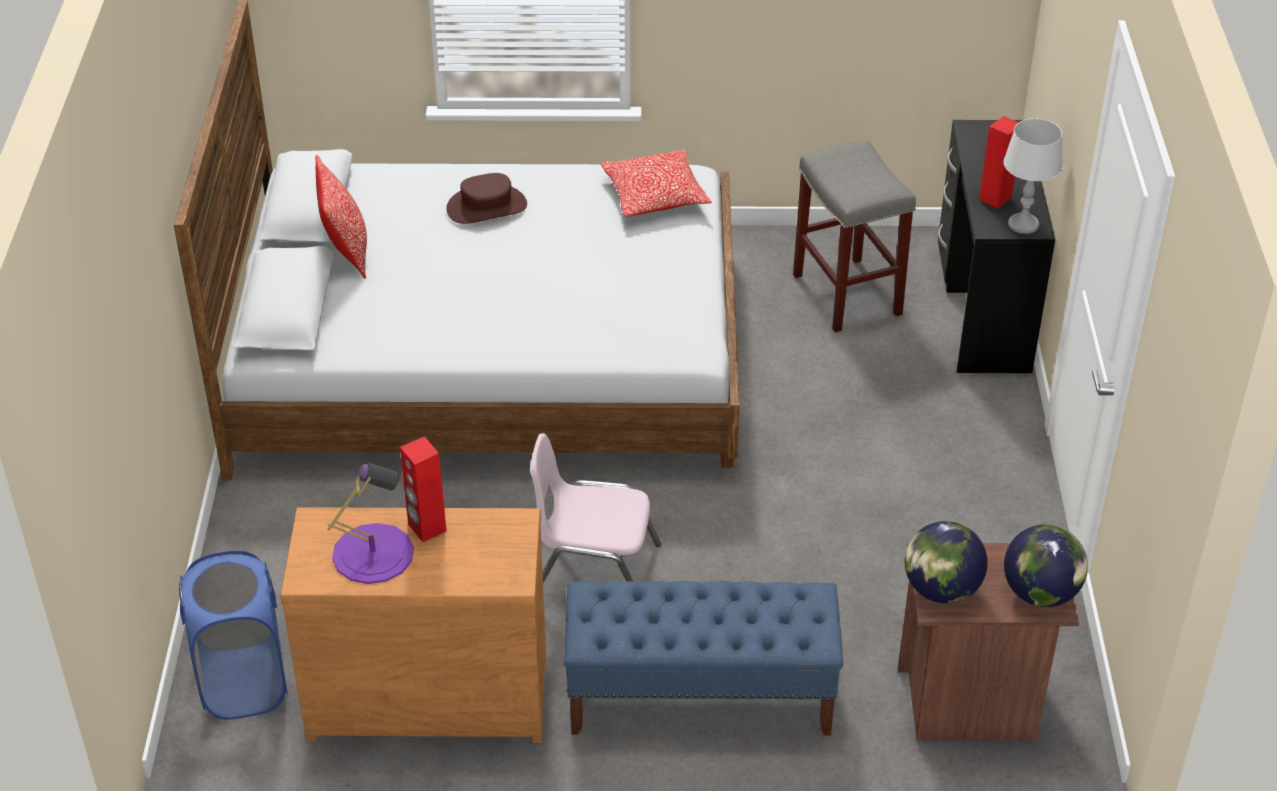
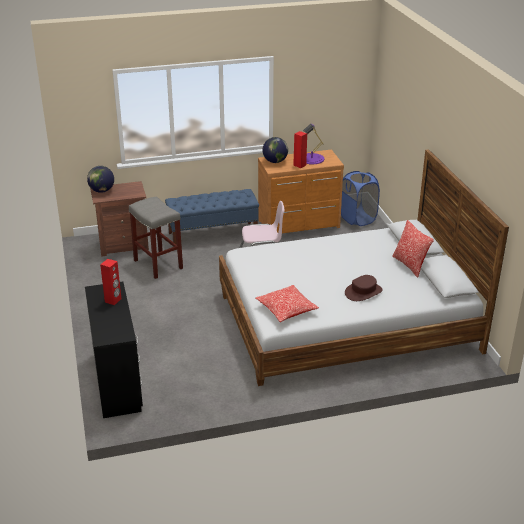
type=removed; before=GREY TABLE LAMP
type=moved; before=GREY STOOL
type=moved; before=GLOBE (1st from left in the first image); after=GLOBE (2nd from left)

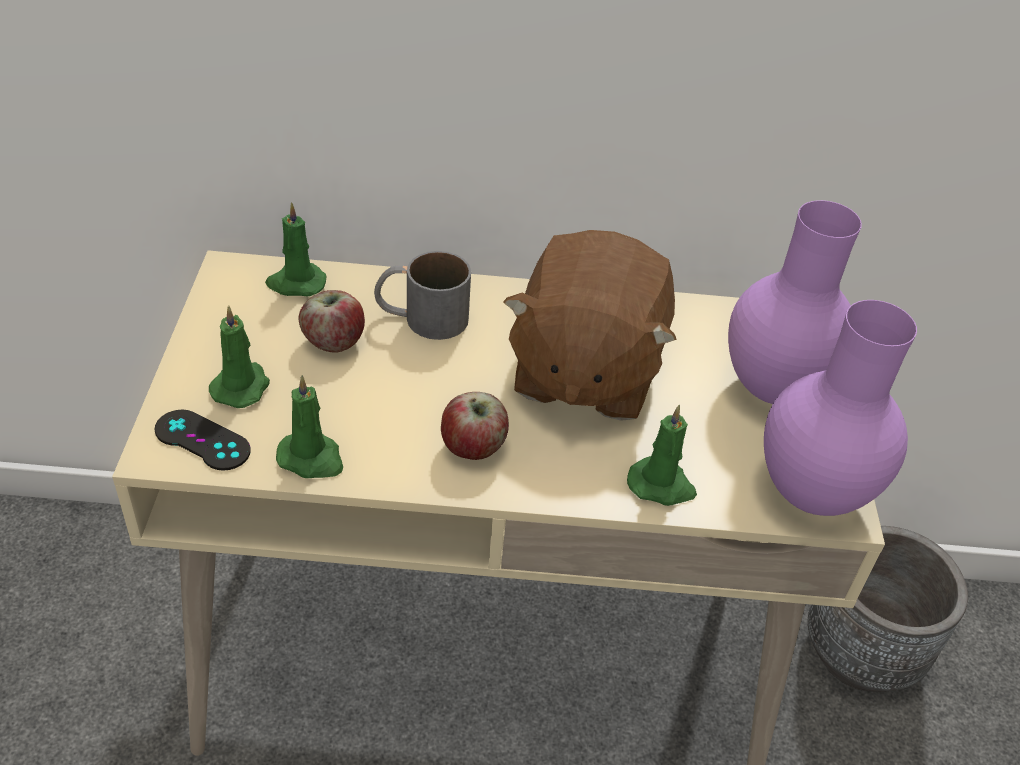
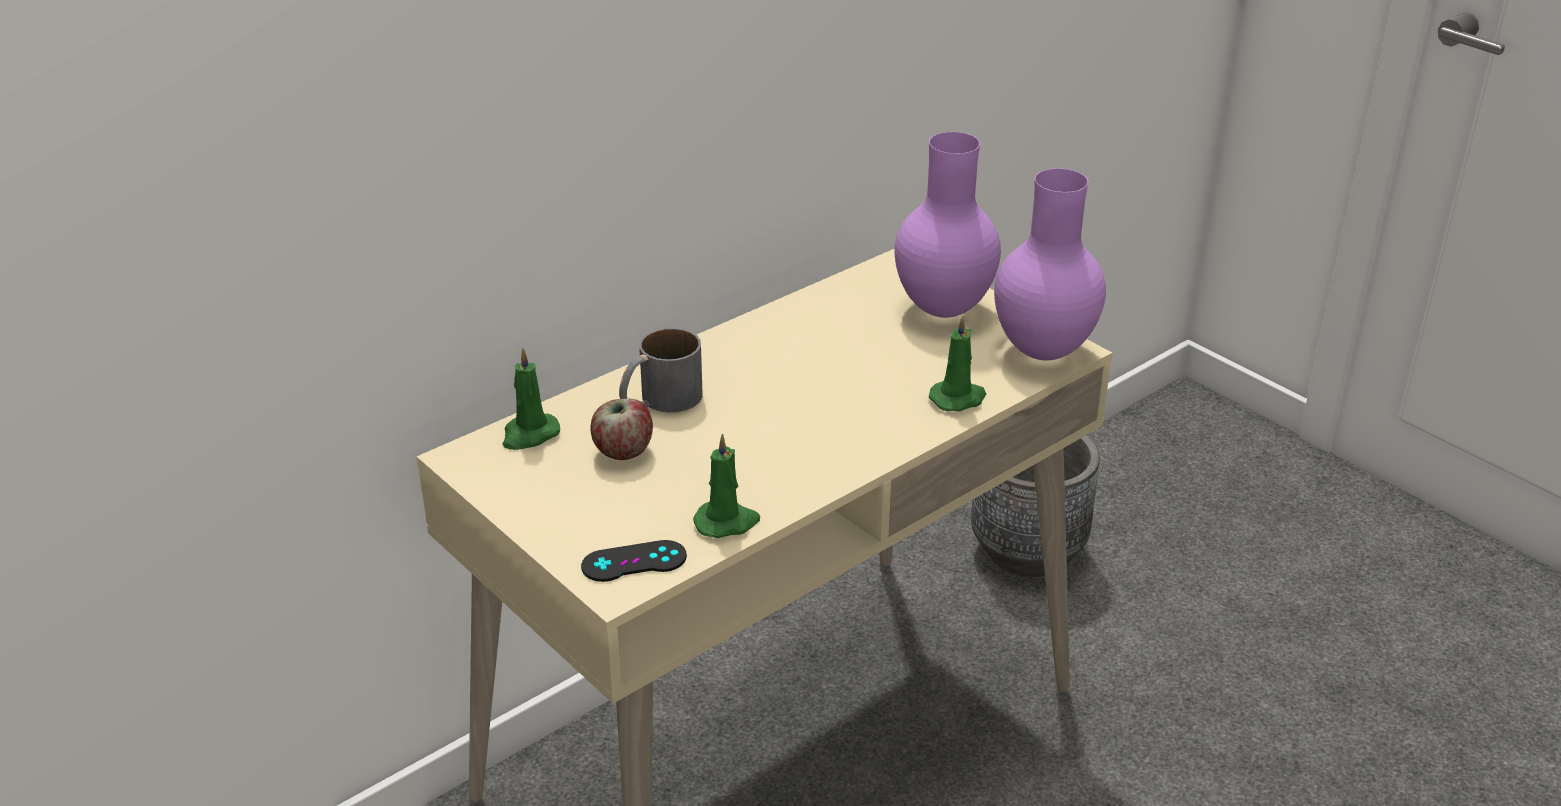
type=removed; before=GREEN CANDLE (1st from left)
type=removed; before=APPLE (2nd from left)
type=removed; before=BROWN PLUSH TOY

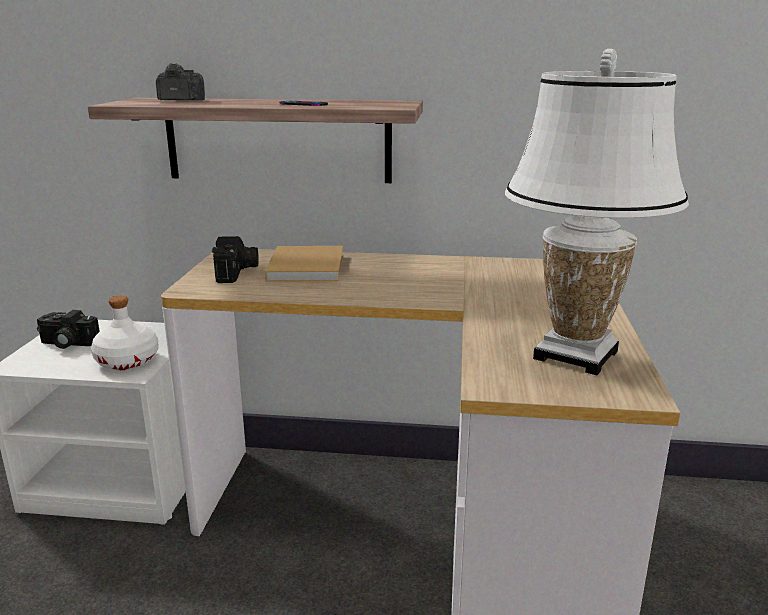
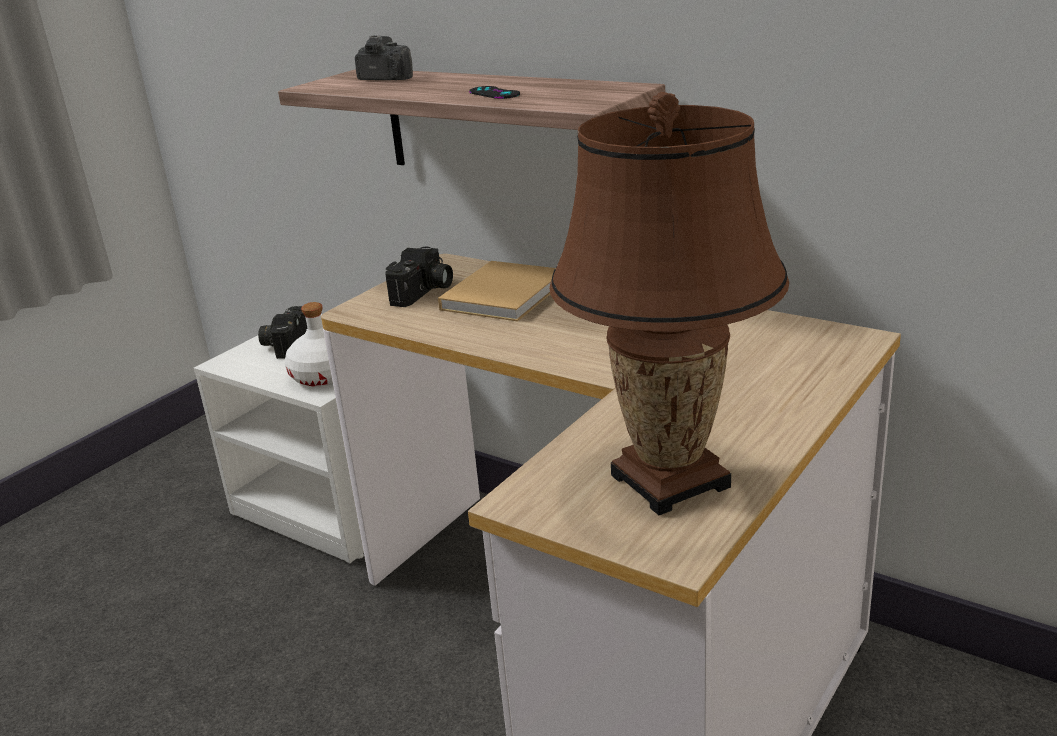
type=recoloured; before=WHITE TABLE LAMP; after=BROWN TABLE LAMP
type=turned; before=PHOTO CAMERA (1st from left); turn=60

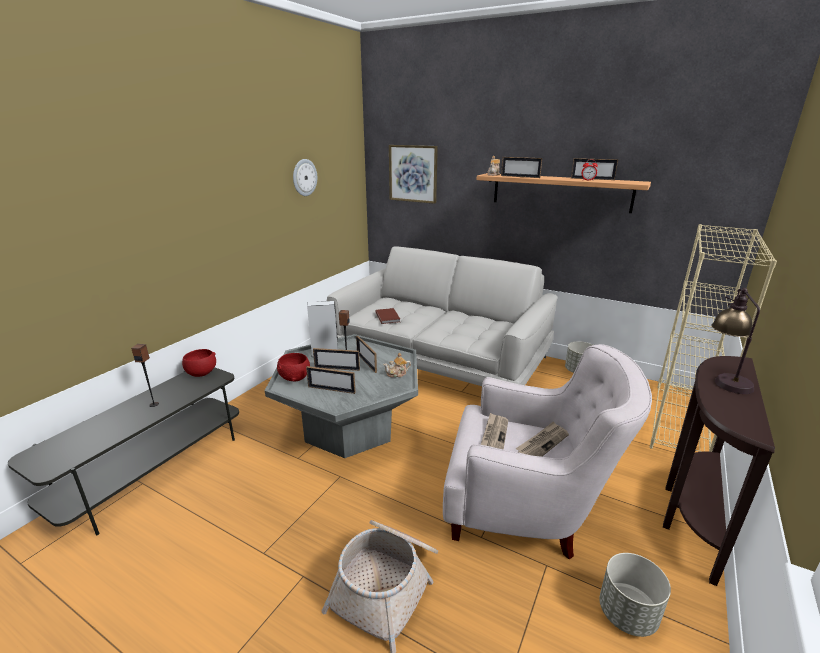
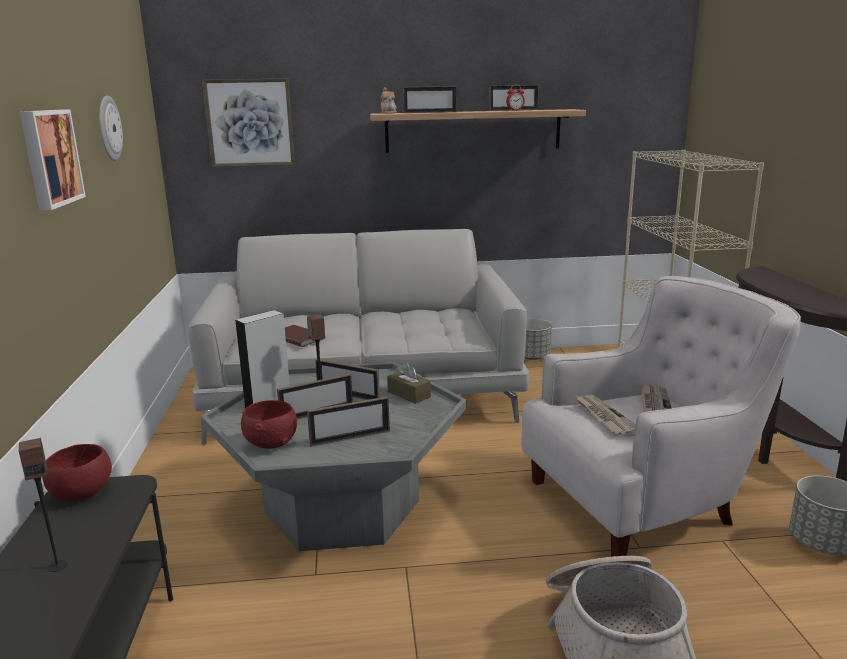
type=removed; before=TABLE LAMP
type=added; after=PICTURE (1st from left)
type=replaced; before=TEAPOT (1st from left); after=BROWN TISSUE BOX

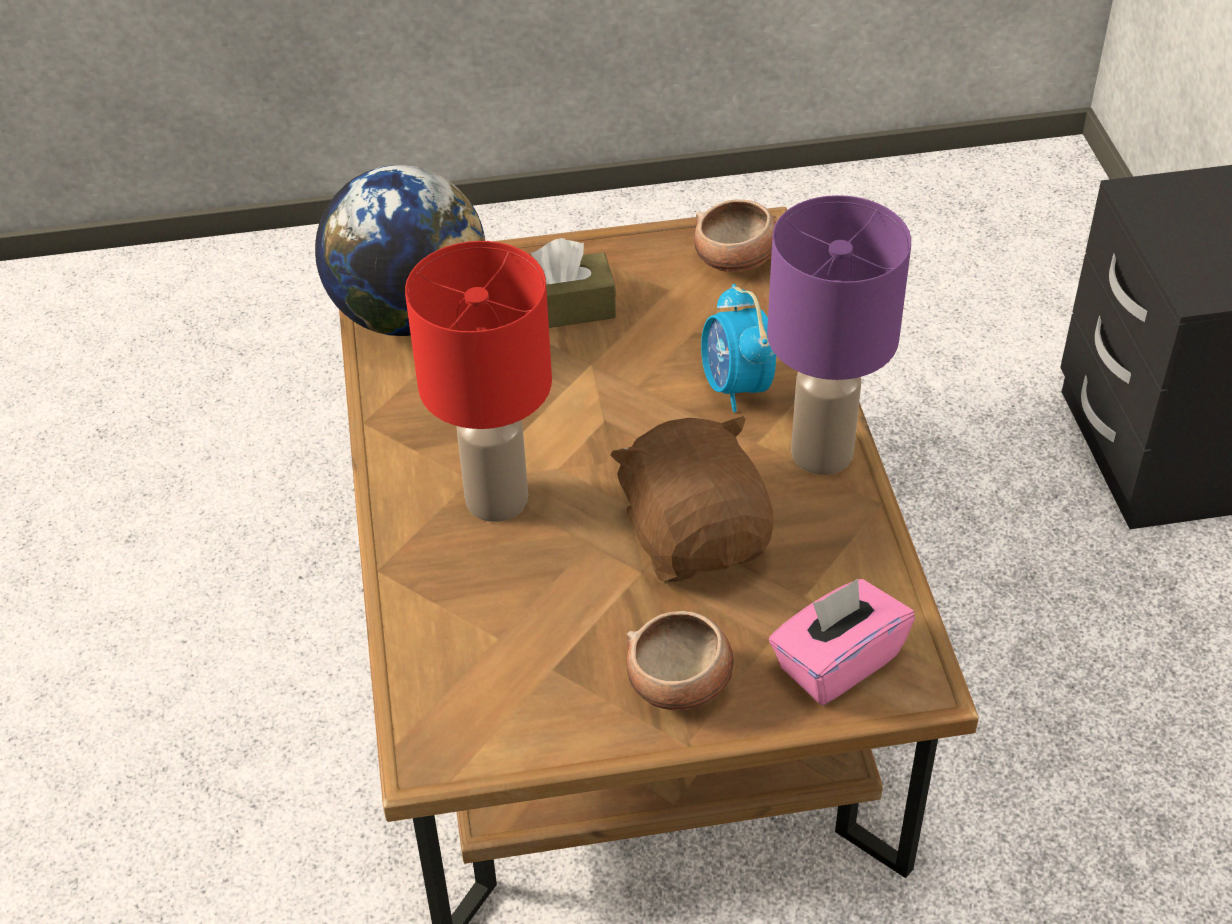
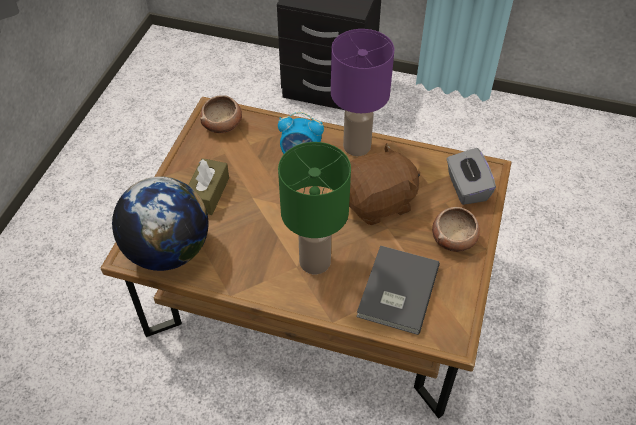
type=added; after=GREY BOOK
type=recoloured; before=RED TABLE LAMP; after=GREEN TABLE LAMP
type=recoloured; before=PINK TISSUE BOX; after=GREY TISSUE BOX
type=turned; before=BROWN PLUSH TOY; turn=150

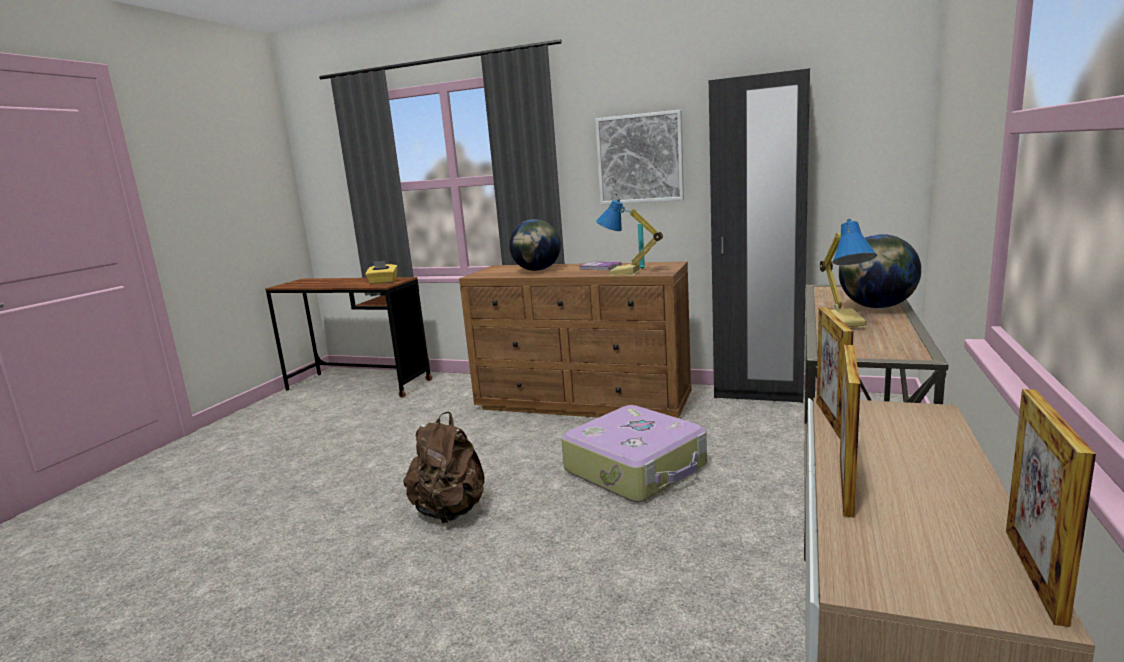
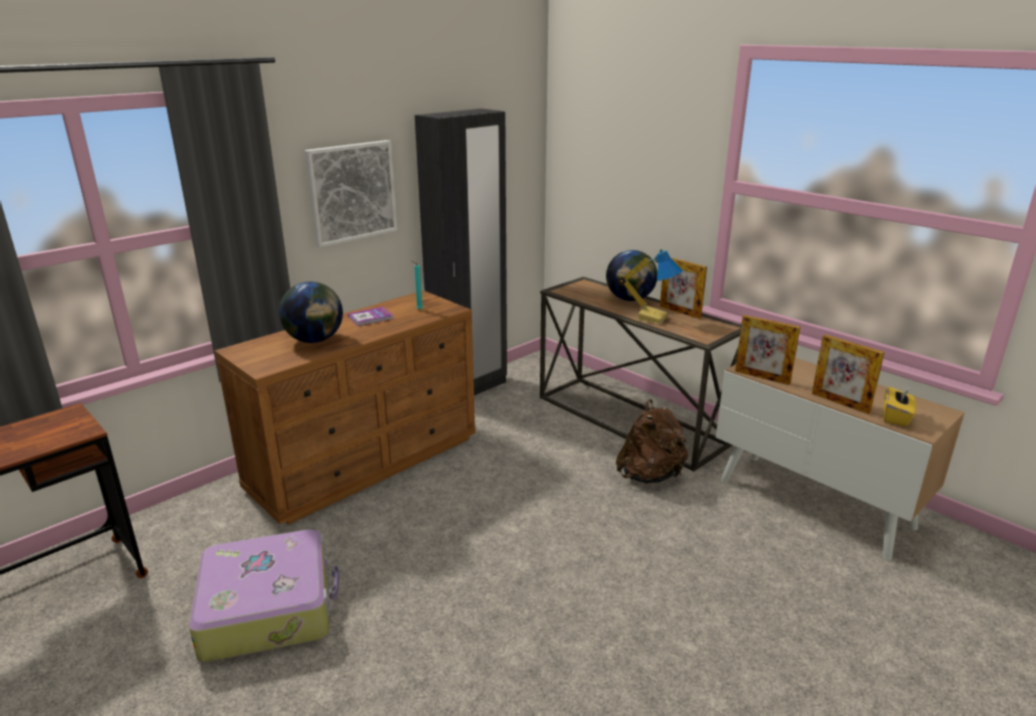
type=removed; before=TABLE LAMP (1st from left)
type=moved; before=YELLOW TISSUE BOX
type=moved; before=BROWN BACKPACK
type=moved; before=SUITCASE
type=moved; before=PICTURE FRAME (3rd from left in the first image); after=PICTURE FRAME (1st from left)

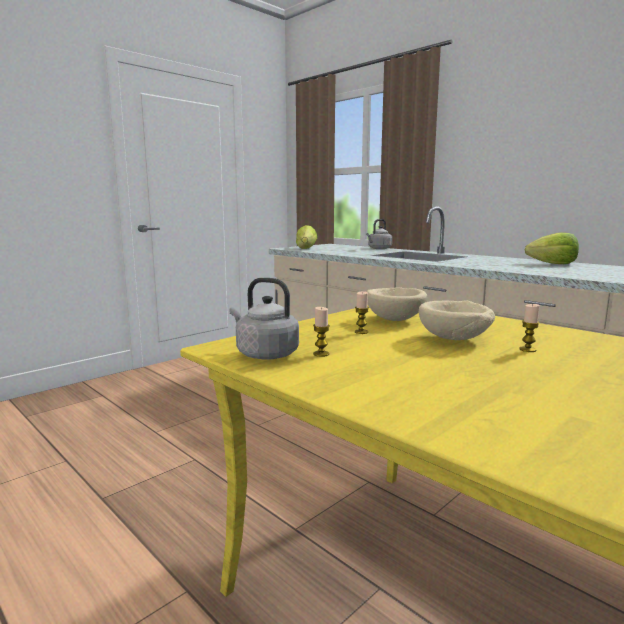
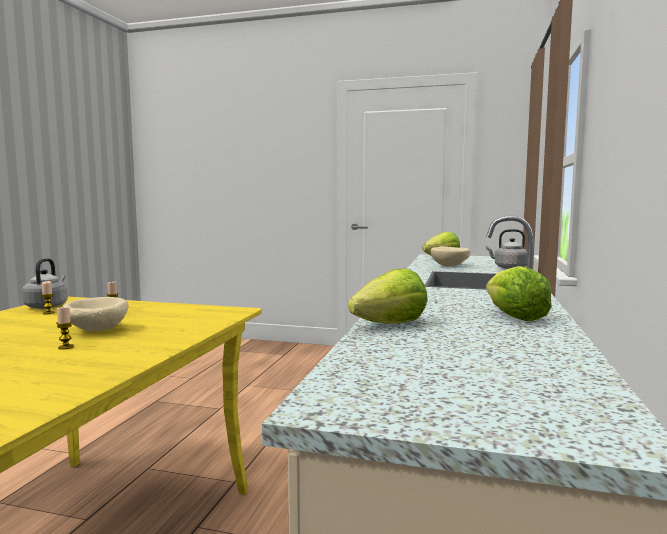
type=added; after=LETTUCE (1st from left)
type=moved; before=BEIGE BOWL (1st from left in the first image); after=BEIGE BOWL (2nd from left)

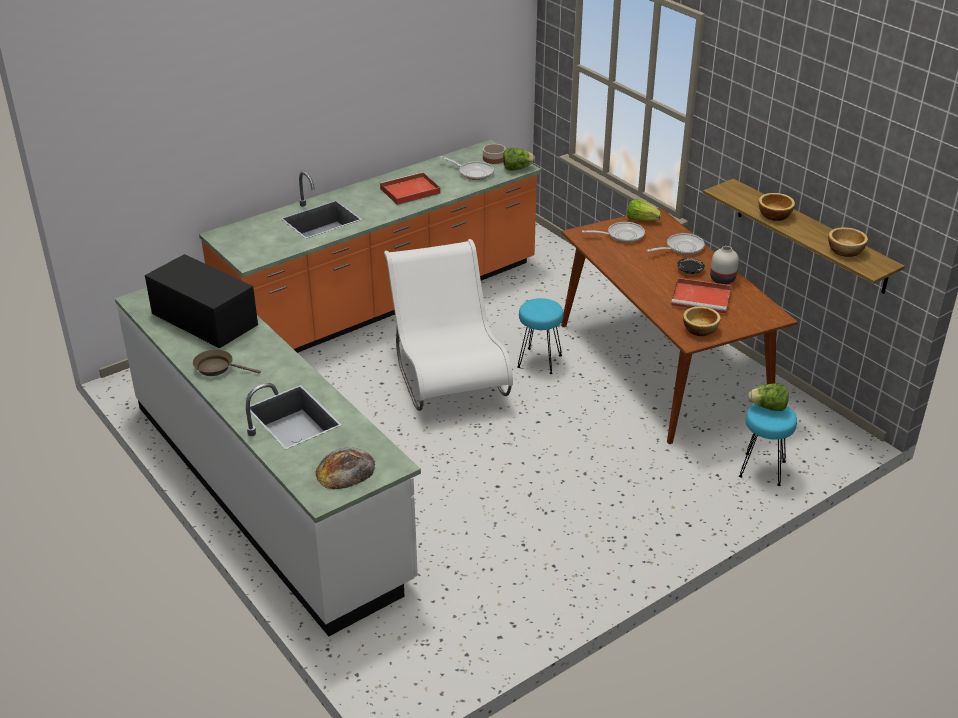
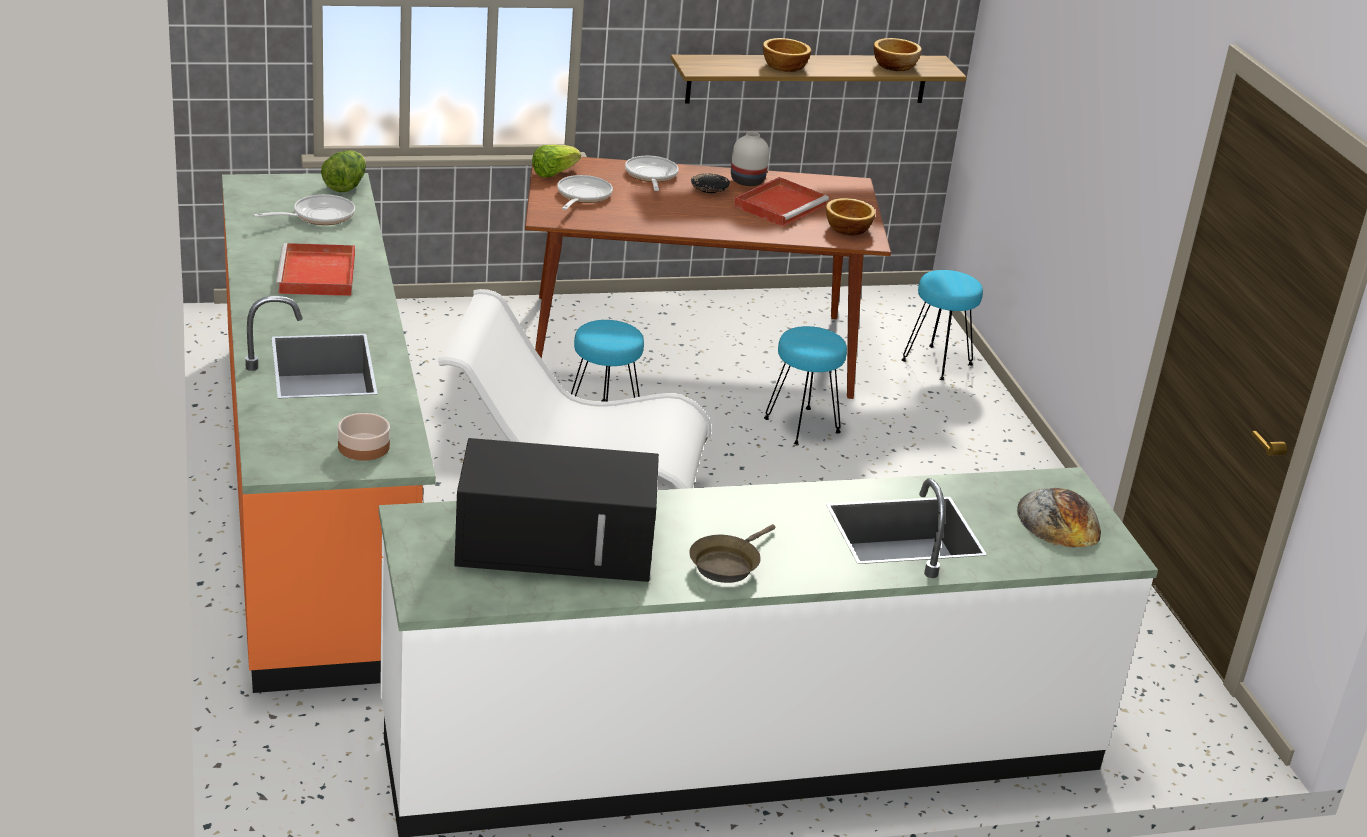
type=removed; before=LETTUCE (3rd from left)
type=added; after=TURQUOISE STOOL (2nd from left)
type=moved; before=BOWL (1st from left)
type=turned; before=BLACK MICROWAVE; turn=-150

